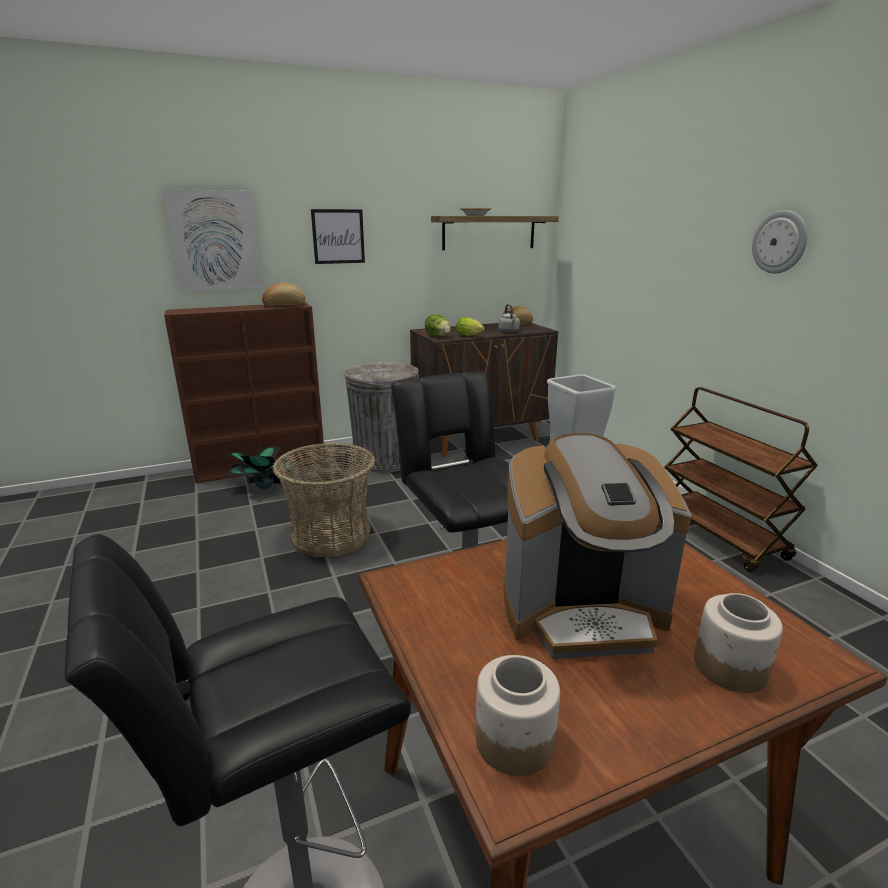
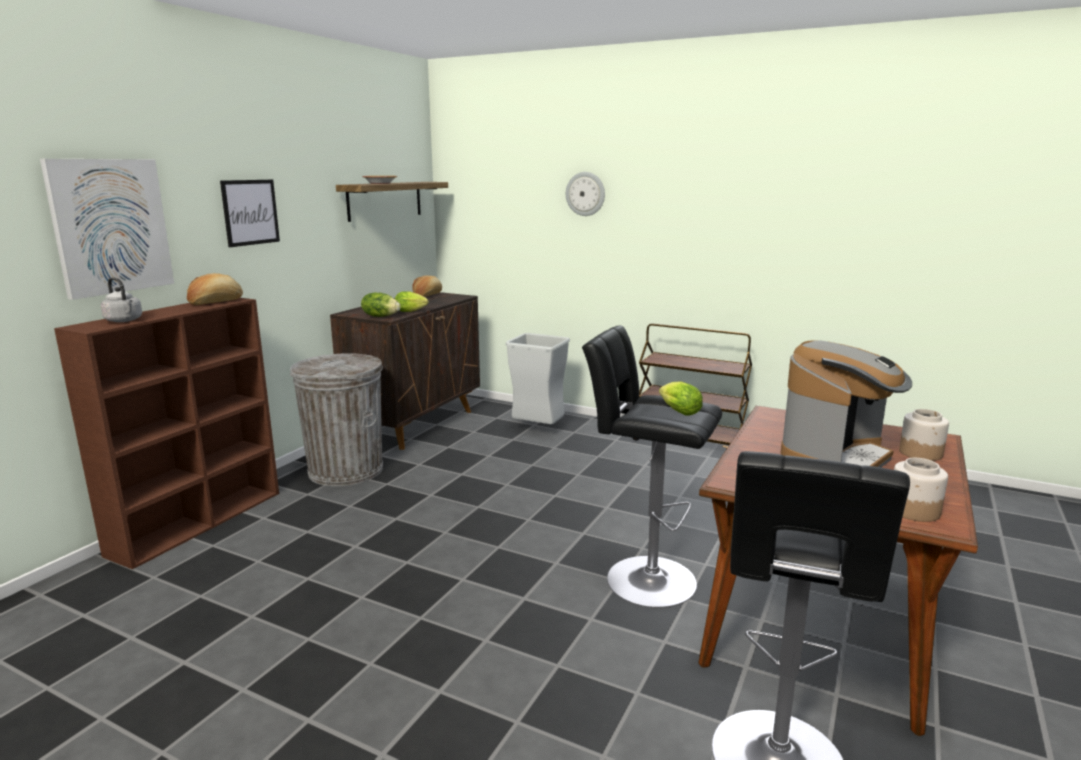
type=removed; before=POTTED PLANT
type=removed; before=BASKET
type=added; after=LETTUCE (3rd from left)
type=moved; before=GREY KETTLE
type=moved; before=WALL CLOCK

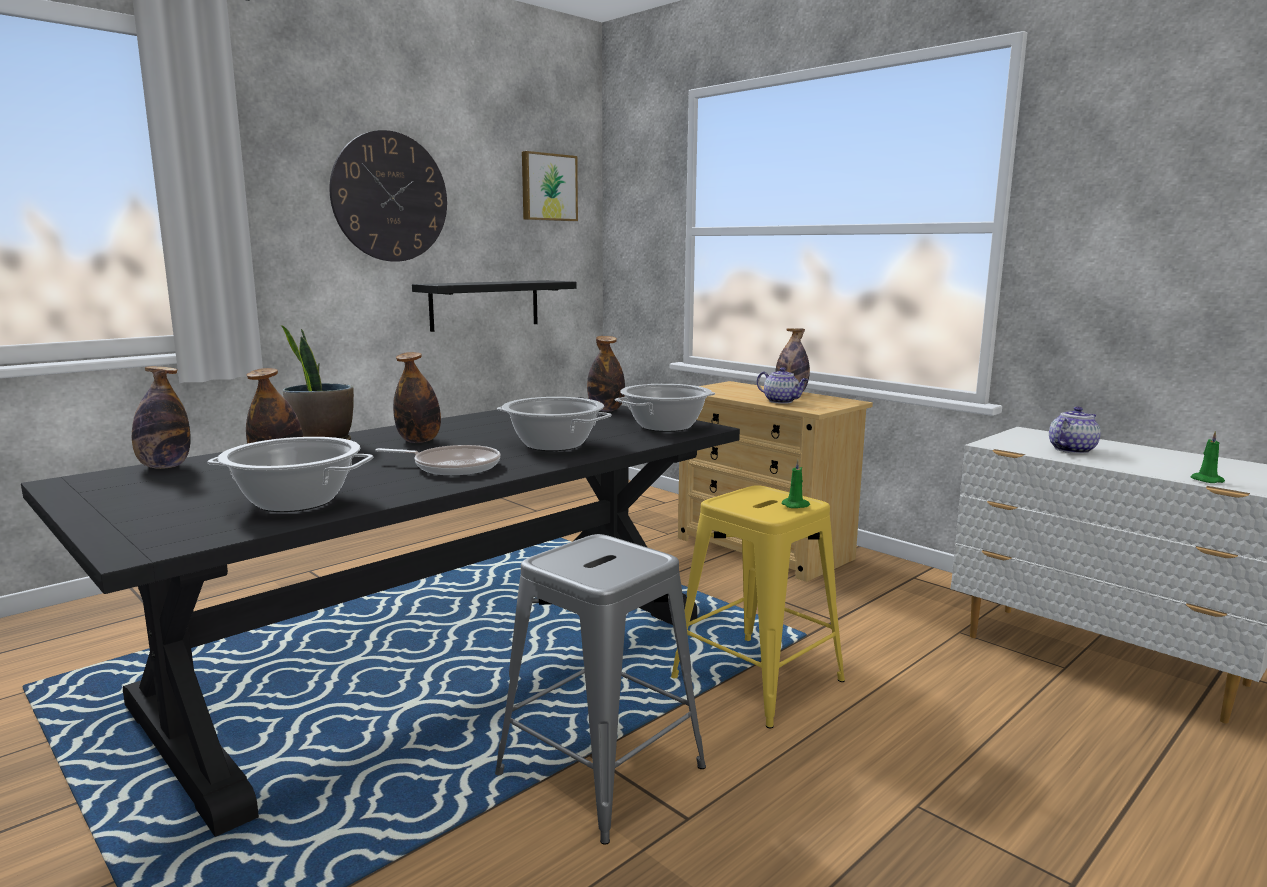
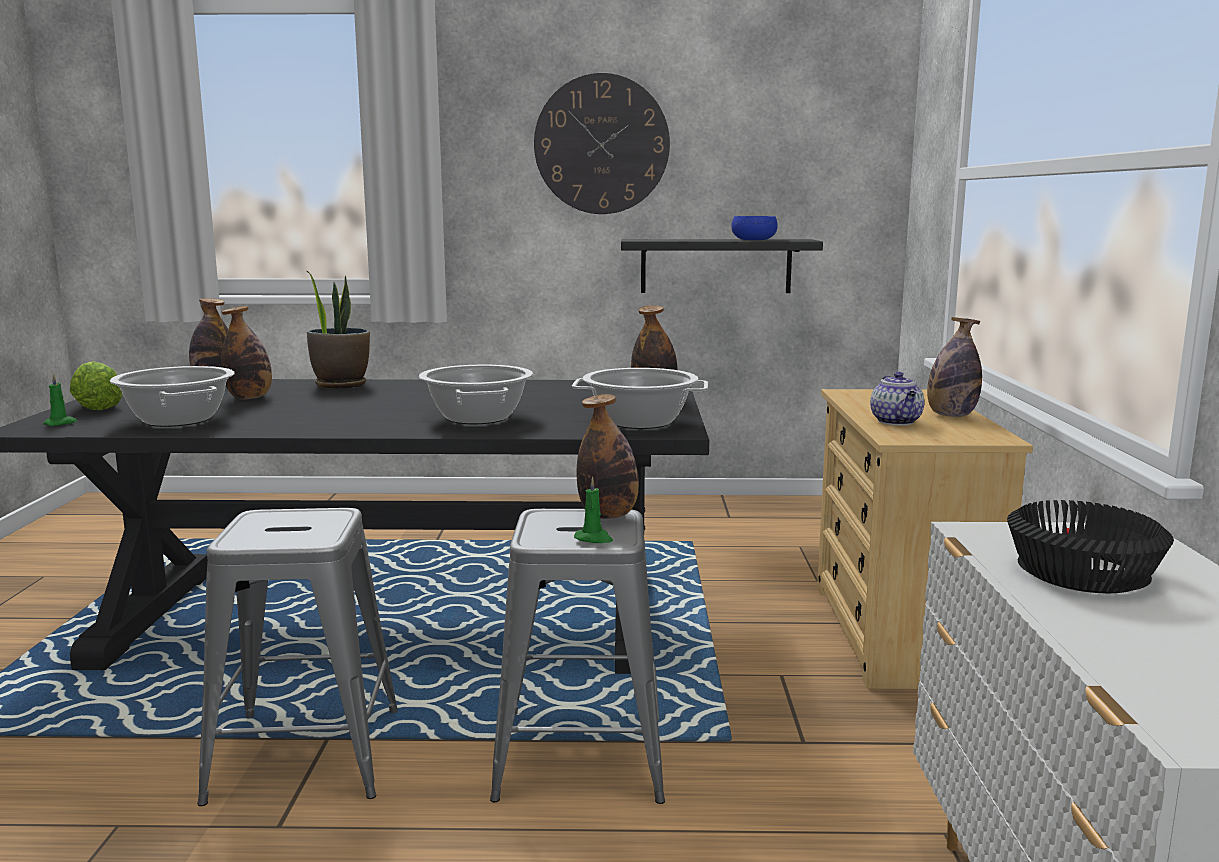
type=removed; before=FRYING PAN
type=removed; before=PICTURE
type=added; after=LETTUCE
type=added; after=BLUE BOWL
type=moved; before=BOTTLE (3rd from left)
type=moved; before=GREEN CANDLE (2nd from left in the first image); after=GREEN CANDLE (1st from left)
type=replaced; before=TEAPOT (2nd from left); after=BLACK BOWL
type=recoloured; before=YELLOW STOOL; after=GREY STOOL (2nd from left)

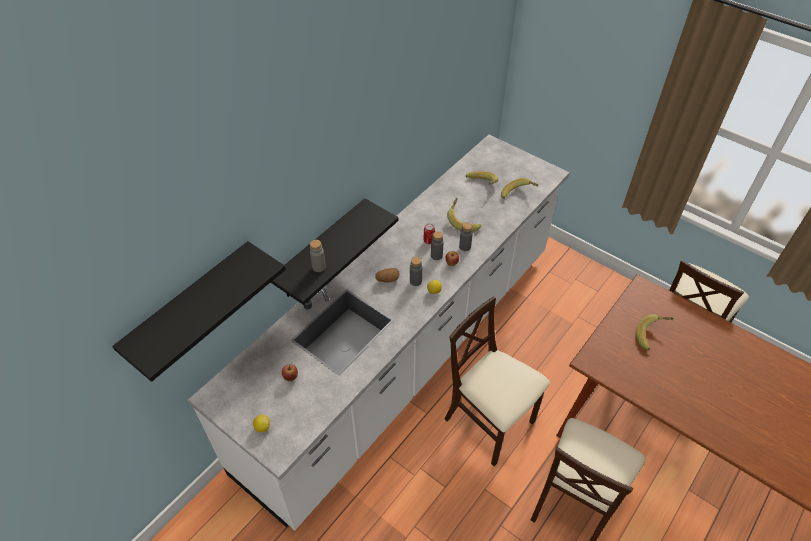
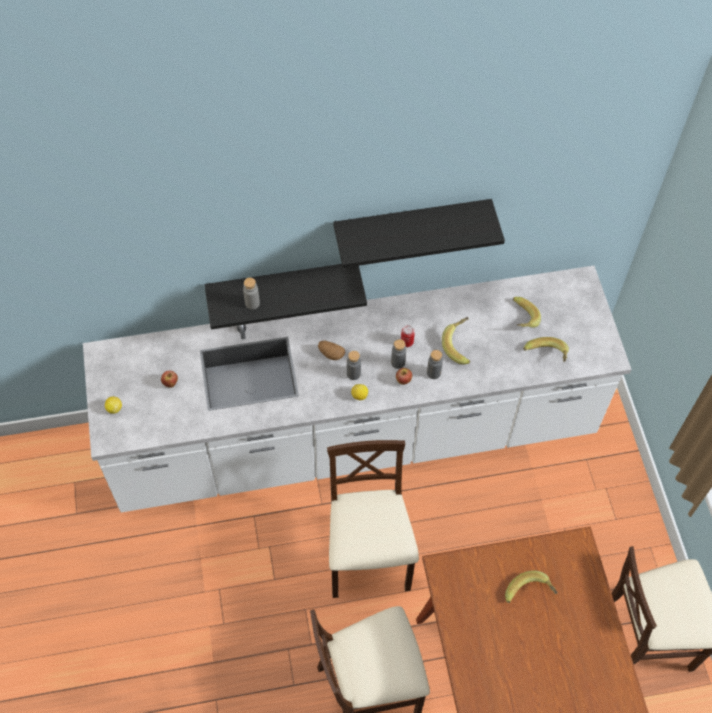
type=moved; before=BLACK SHELF (1st from left in the first image); after=BLACK SHELF (2nd from left)

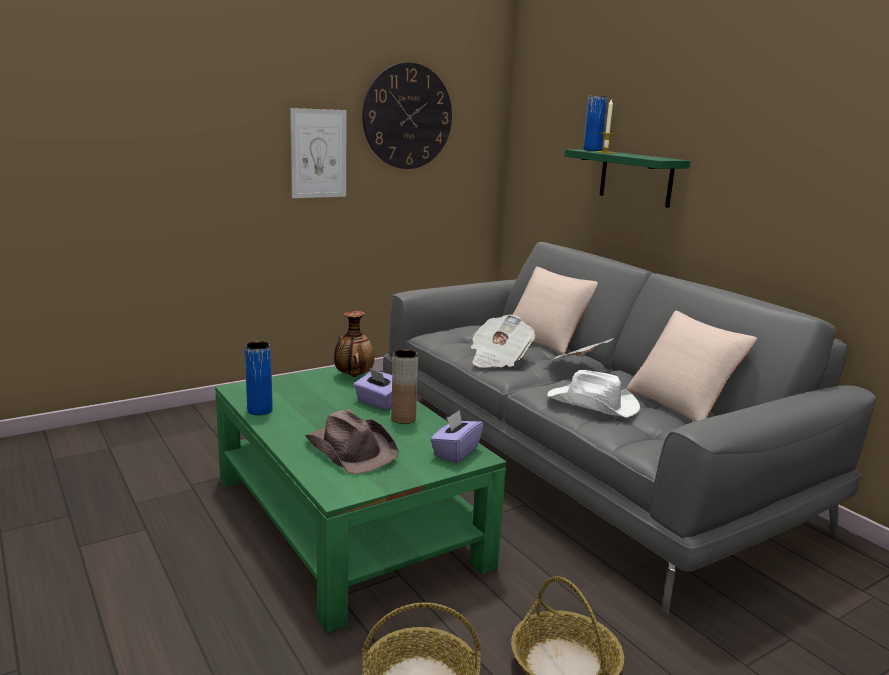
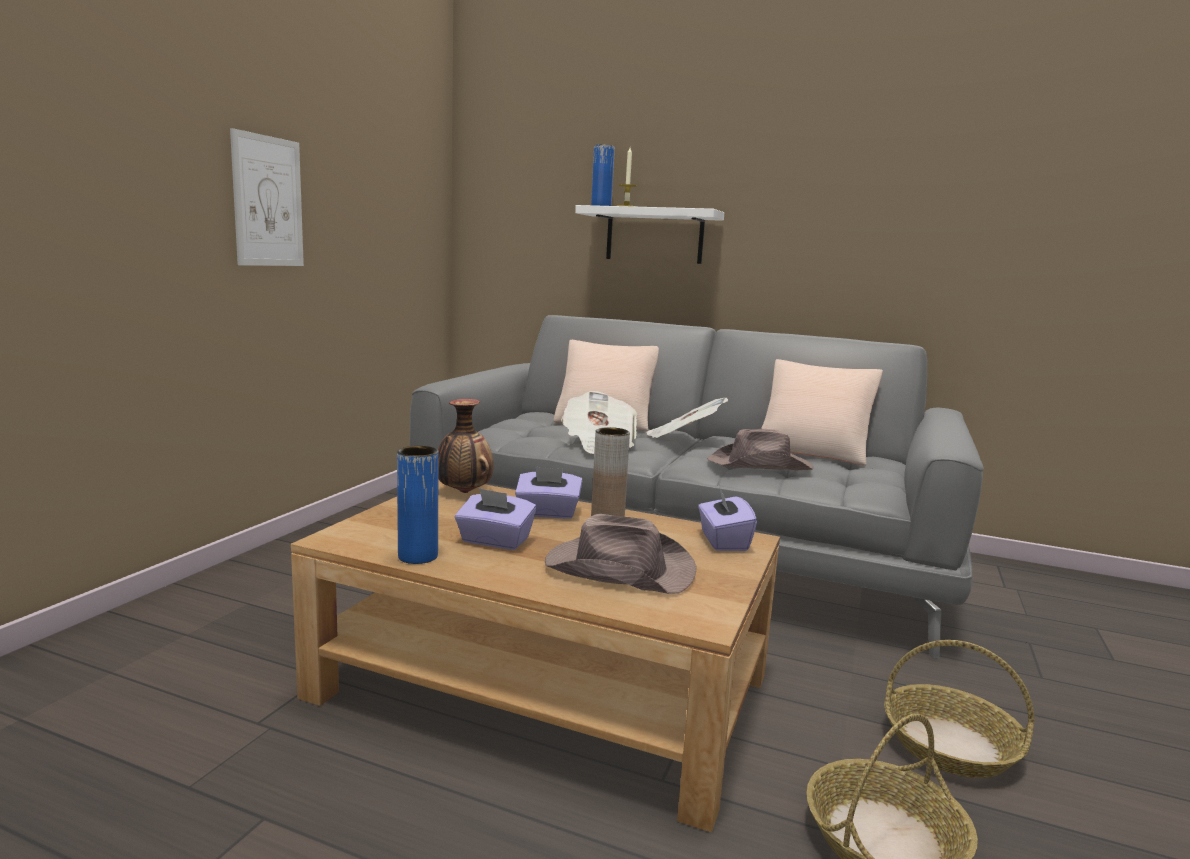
type=removed; before=WALL CLOCK
type=added; after=PURPLE TISSUE BOX (1st from left)
type=recoloured; before=GREEN COFFEE TABLE; after=BROWN COFFEE TABLE
type=recoloured; before=WHITE HAT; after=BROWN HAT (2nd from left)
type=recoloured; before=GREEN SHELF; after=WHITE SHELF

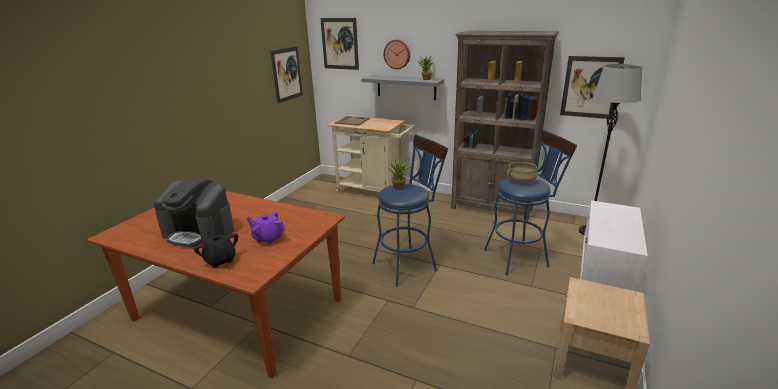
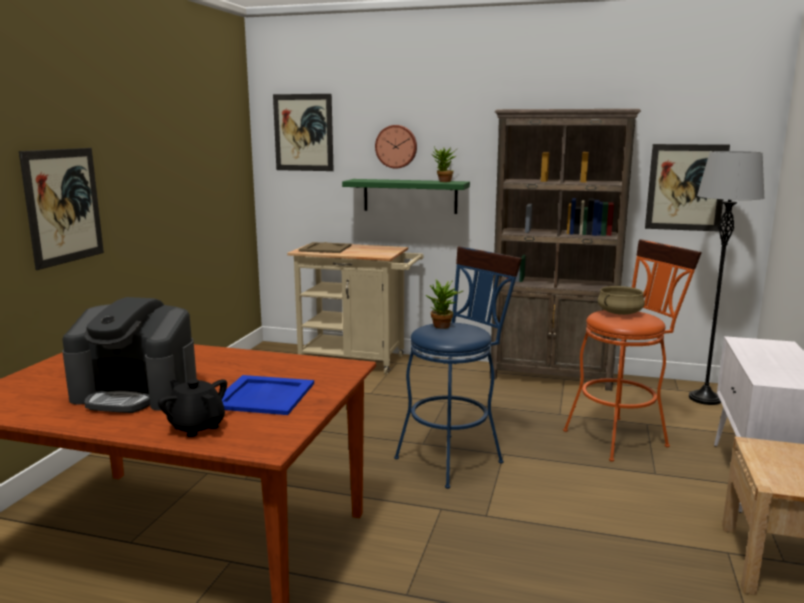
type=moved; before=PICTURE (1st from left)
type=replaced; before=PURPLE TEAPOT; after=BLUE TRAY
type=recoloured; before=GREY SHELF; after=GREEN SHELF
type=recoloured; before=BLUE STOOL (2nd from left); after=ORANGE STOOL

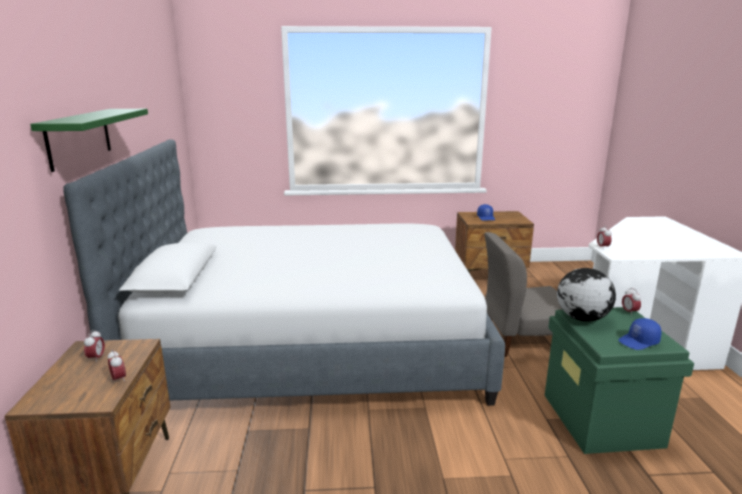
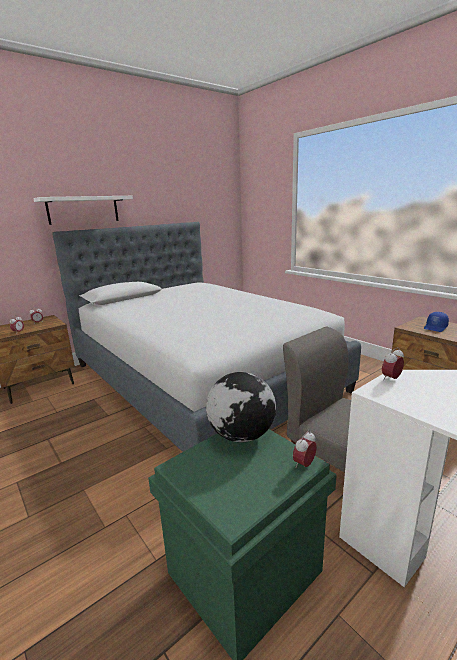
type=removed; before=BLUE CAP (2nd from left)
type=recoloured; before=GREEN SHELF; after=WHITE SHELF

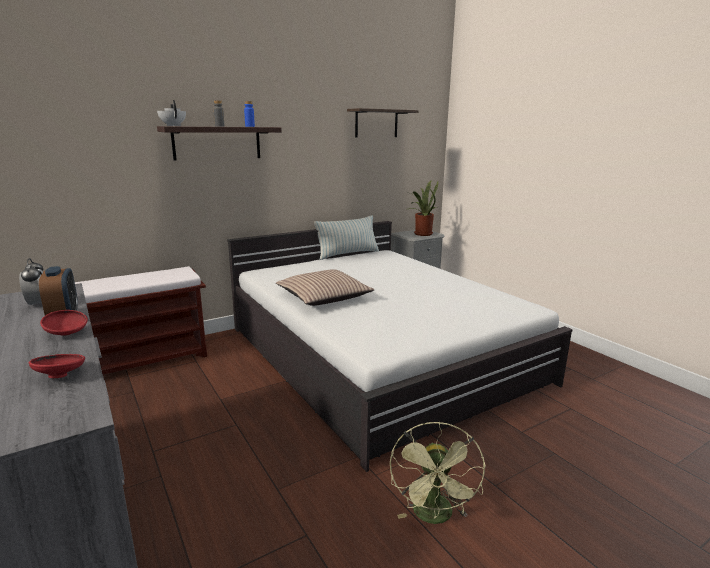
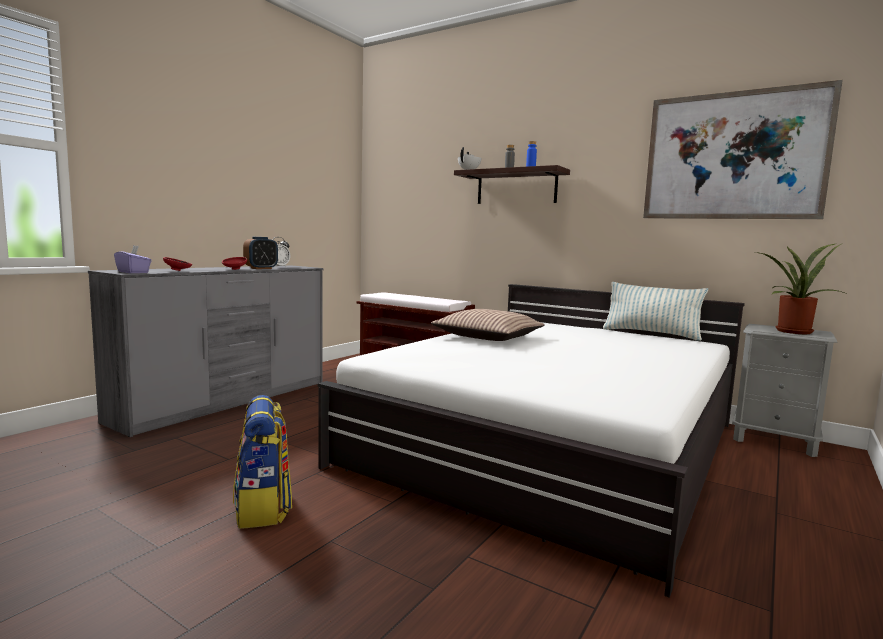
type=added; after=PURPLE TISSUE BOX
type=replaced; before=SHELF (2nd from left); after=PICTURE
type=replaced; before=GREEN FAN; after=BACKPACK

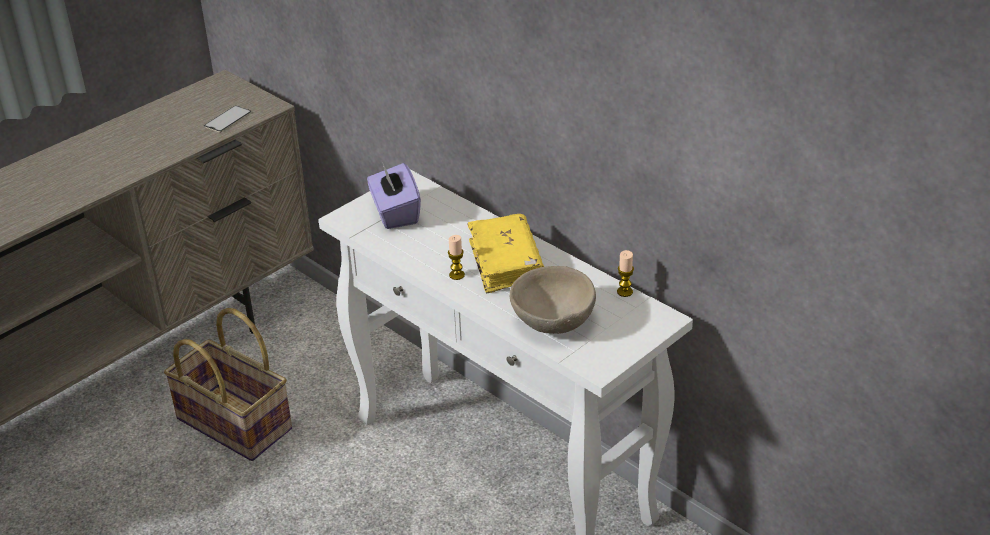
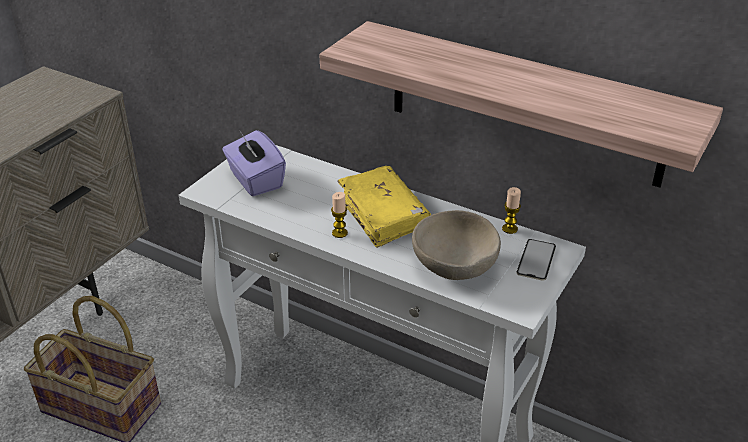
type=added; after=SHELF
type=moved; before=PHONE

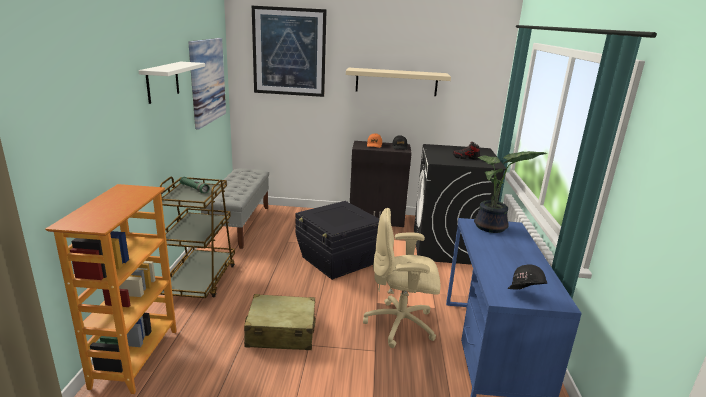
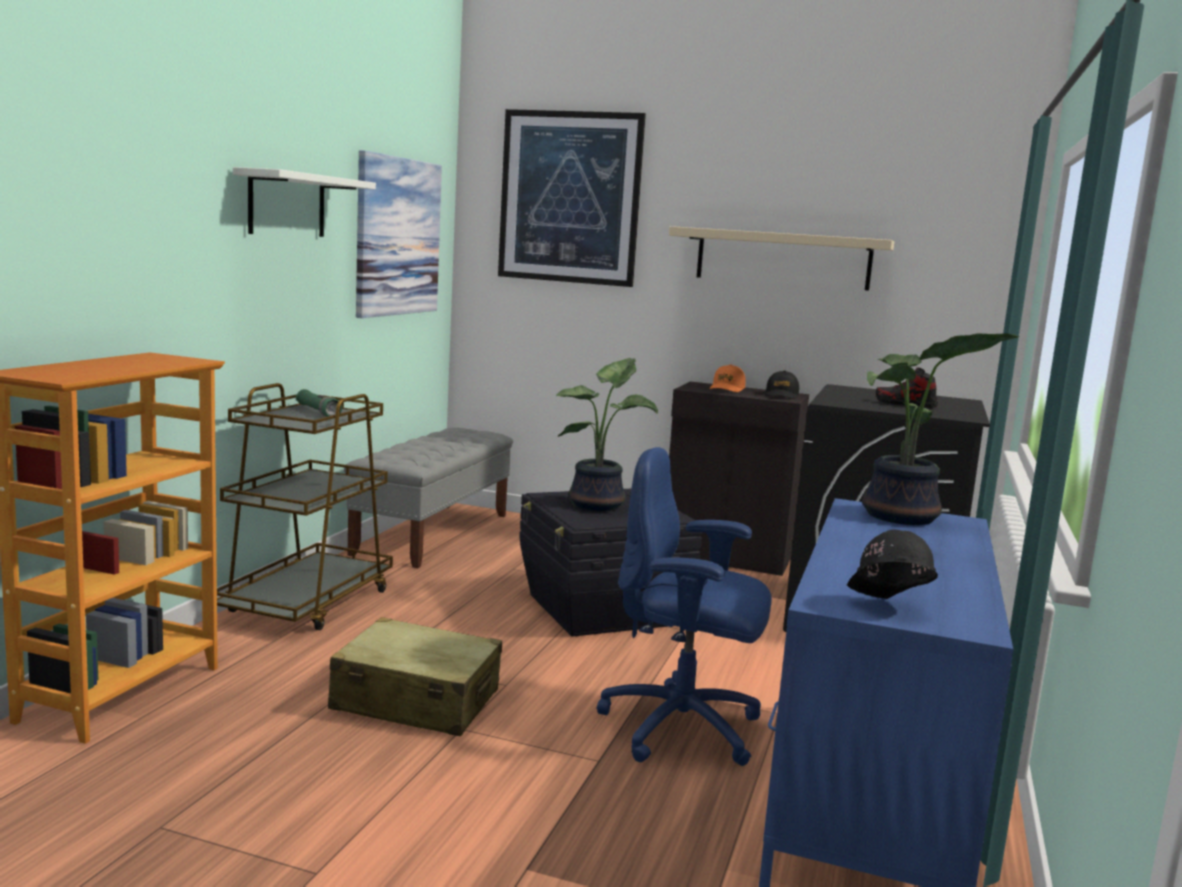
type=added; after=POTTED PLANT (1st from left)
type=recoloured; before=BEIGE OFFICE CHAIR; after=BLUE OFFICE CHAIR

